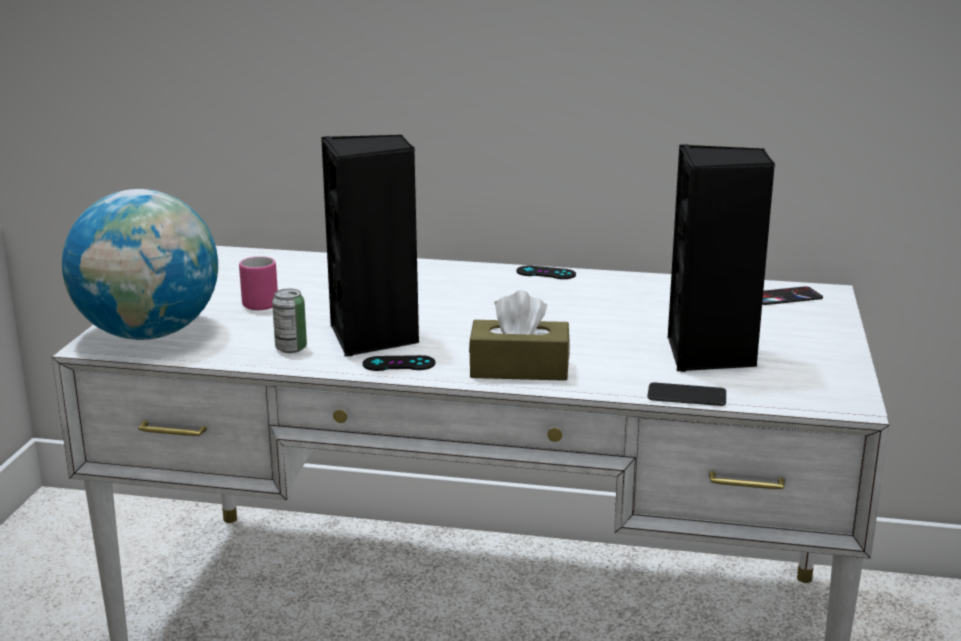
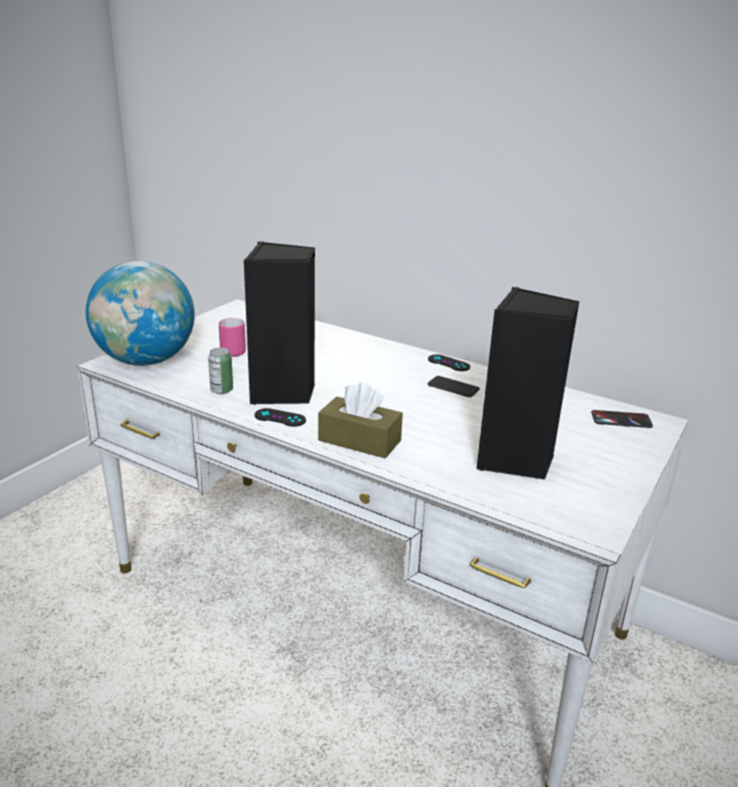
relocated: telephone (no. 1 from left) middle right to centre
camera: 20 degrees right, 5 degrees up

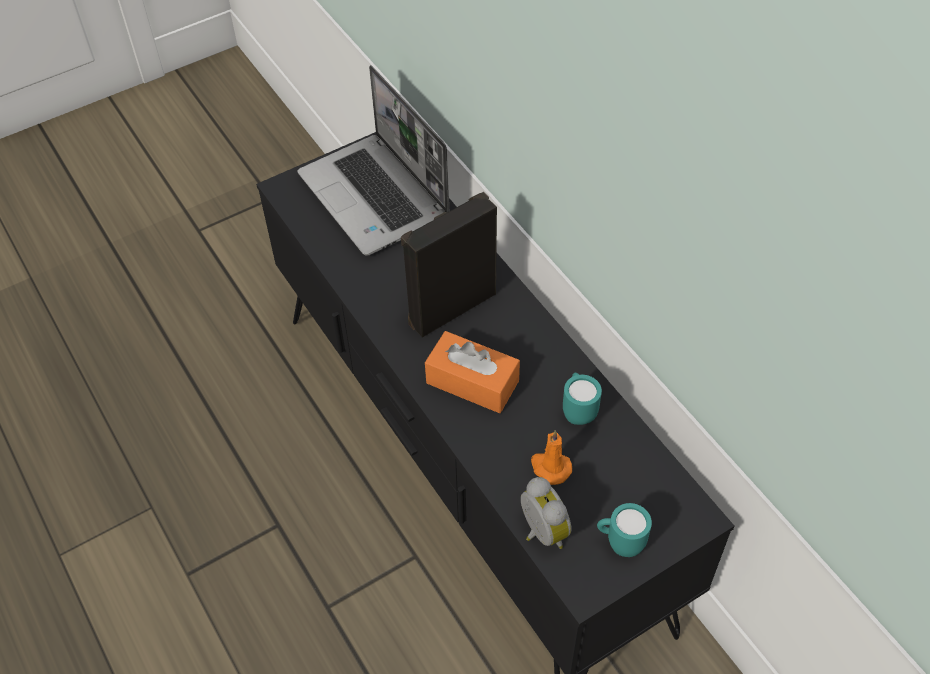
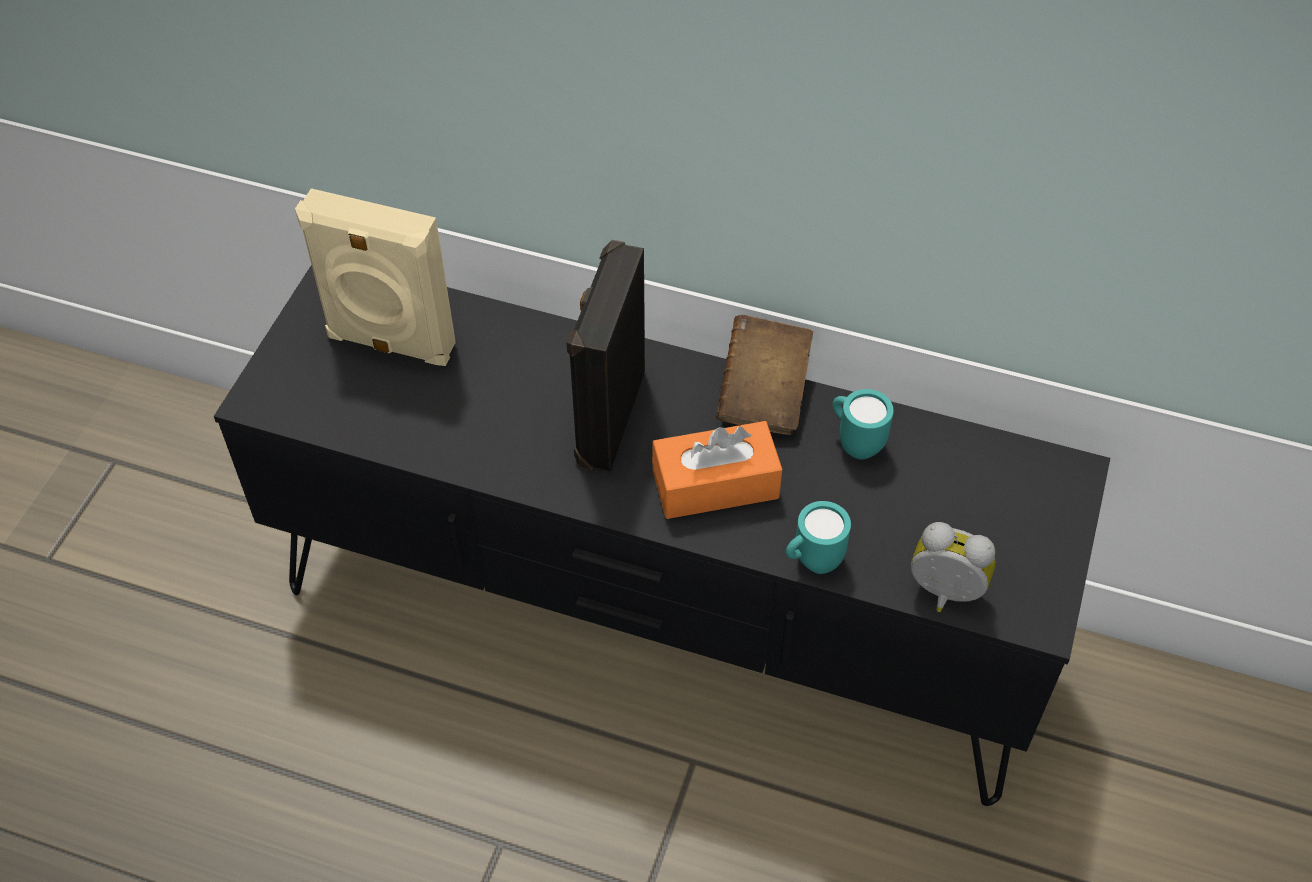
missing: orange wax candle bottom centre
appeared: brown book centre
relocated: turquoise-coloured tea mug (no. 2 from left in the first image) bottom right to turquoise-coloured tea mug (no. 1 from left) centre
exchanged: laptop top centre to beige-coloured audio speaker top left
camera: 40 degrees left, 0 degrees up

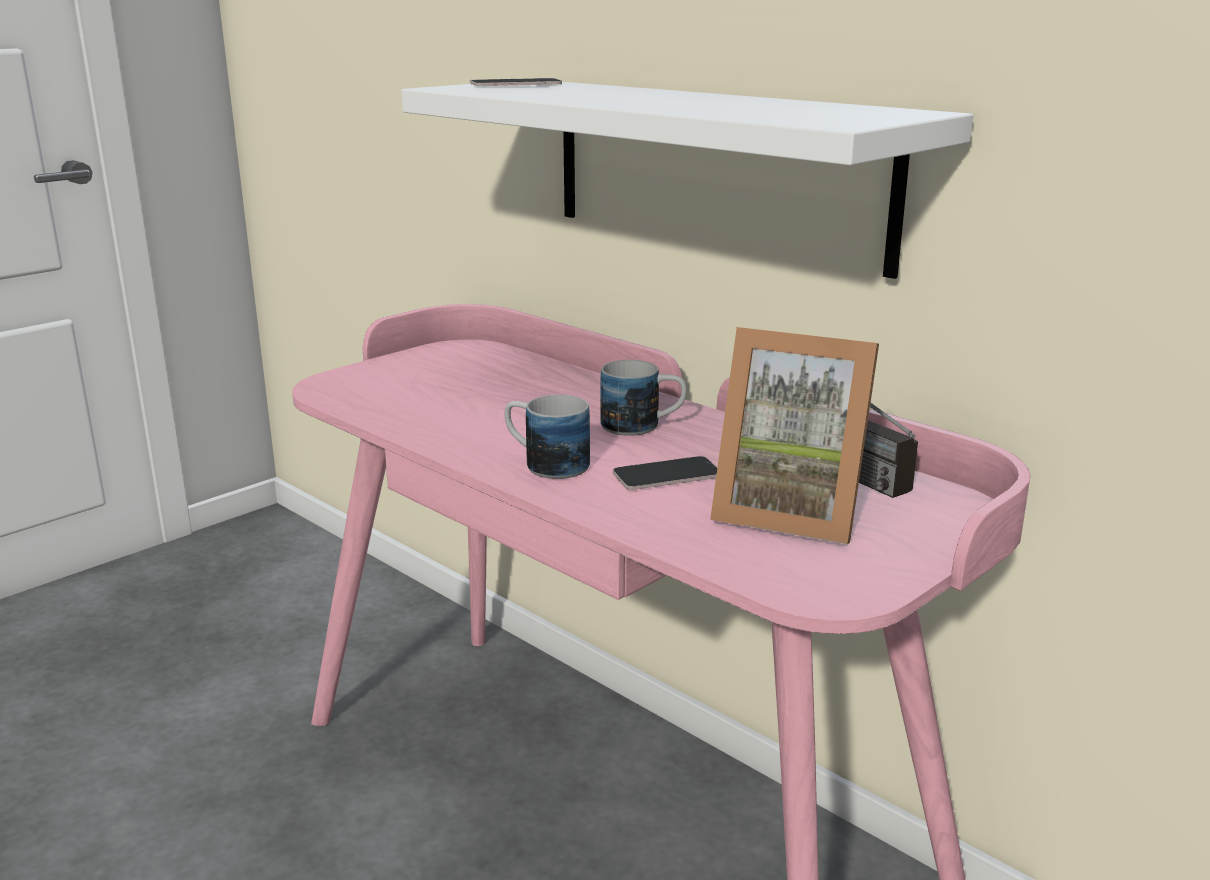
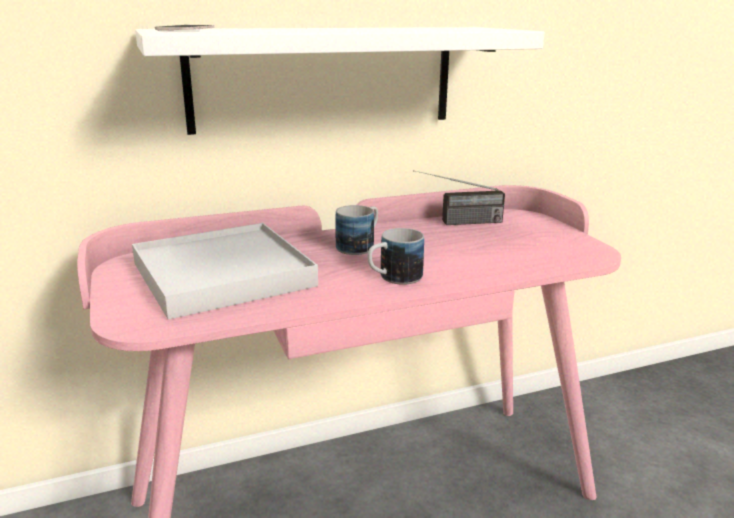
missing: telephone (no. 2 from left) centre; photo frame centre
appeared: white serving tray middle left
camera: 65 degrees left, 0 degrees up

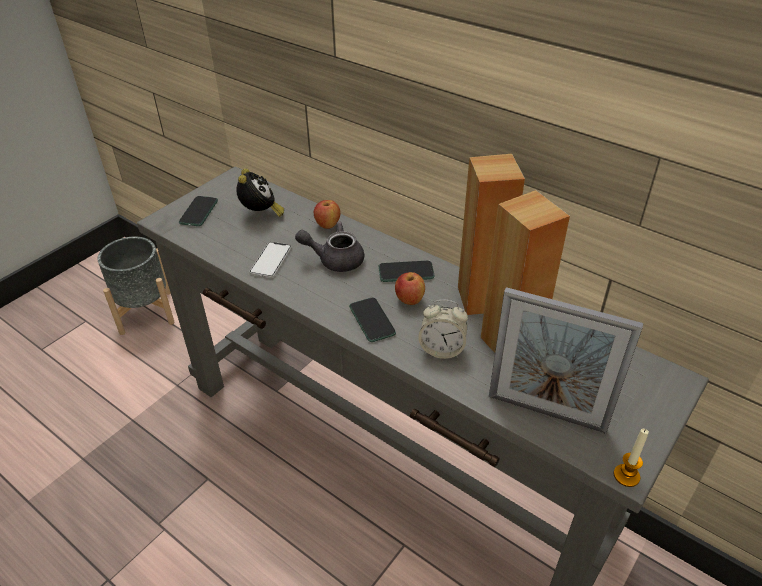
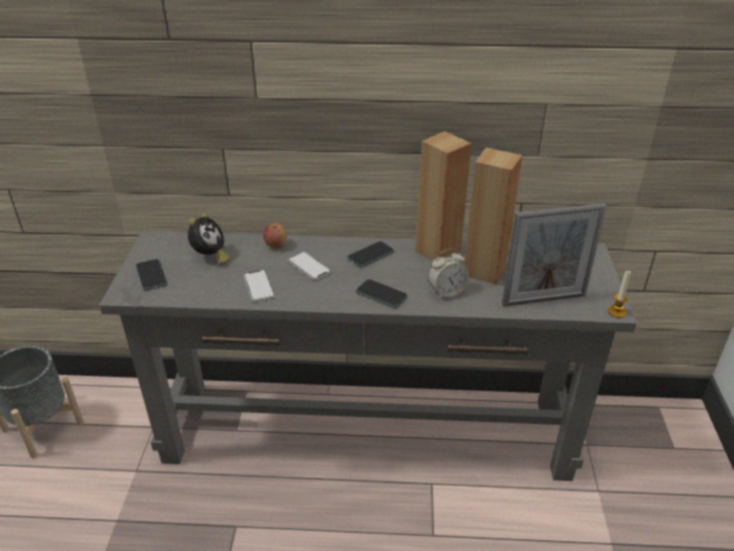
missing: whole apple (no. 2 from left) centre
exchanged: gray tea pot centre to telephone (no. 3 from left) centre
spun: bedside clock (no. 1 from left) top centre = middle left 60 degrees clockwise
camera: 35 degrees left, 5 degrees down

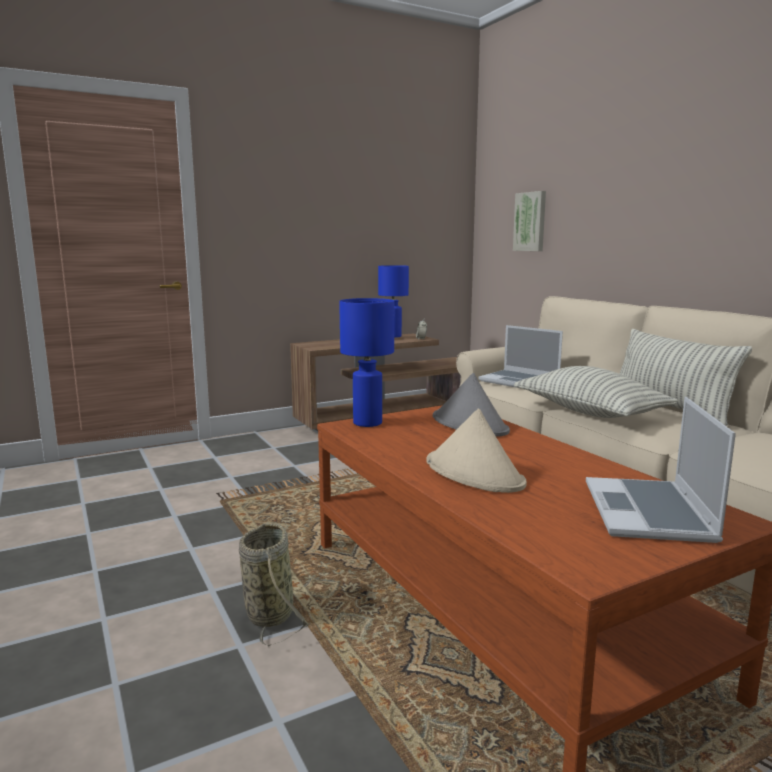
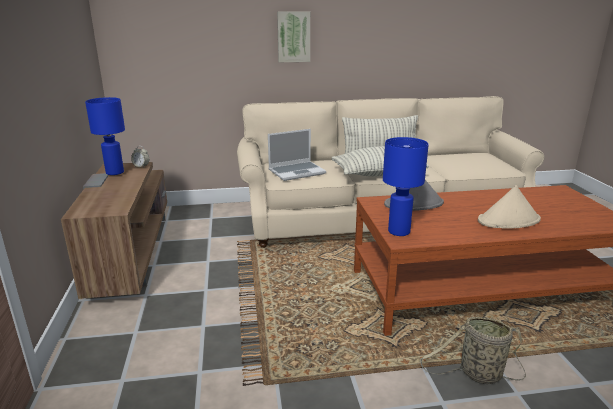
missing: laptop (no. 2 from left) middle right
relocated: wall picture top right to top centre
camera: 70 degrees left, 10 degrees up

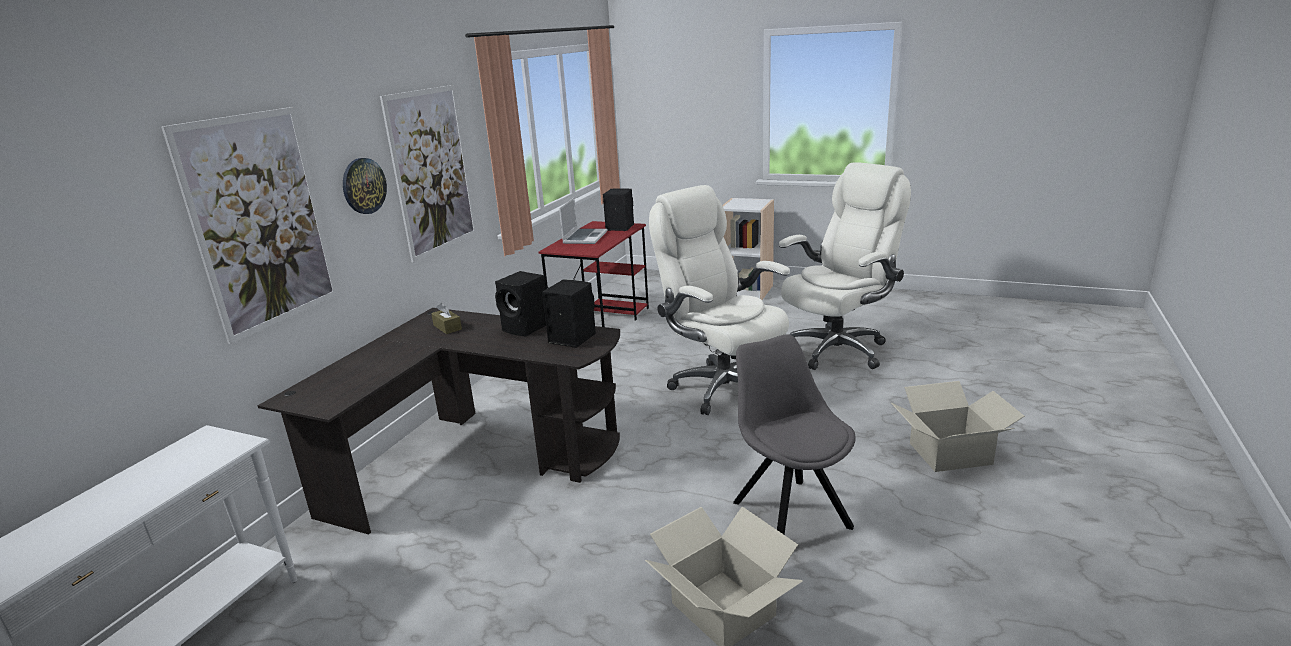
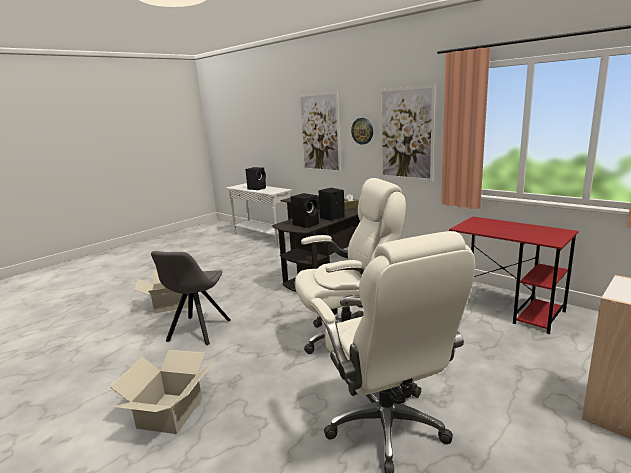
missing: laptop centre
relocated: black audio speaker (no. 3 from left in the first image) top centre to black audio speaker (no. 1 from left) centre
spun: gray upright chair bottom centre = middle left 105 degrees clockwise
camera: 110 degrees right, 5 degrees down

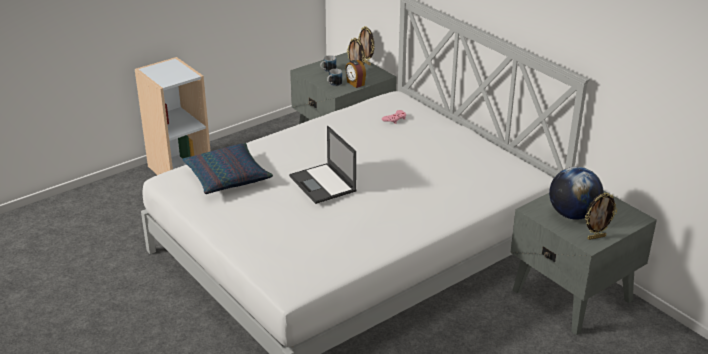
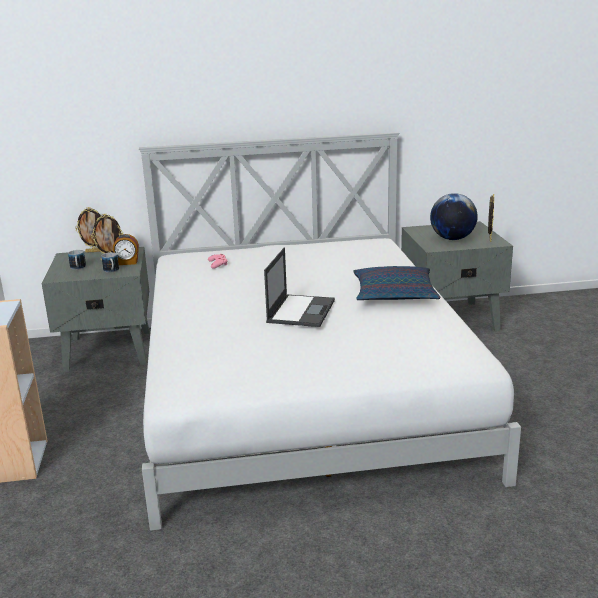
relocated: blue-coloured pillow middle left to centre
spun: laptop centre = centre 75 degrees counterclockwise
camera: 60 degrees left, 10 degrees down

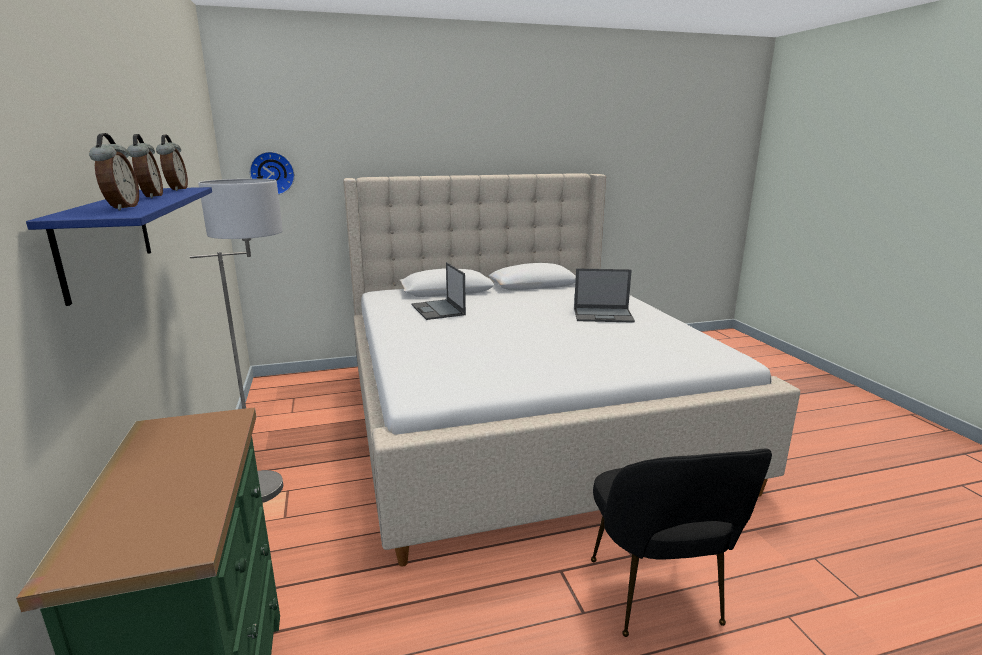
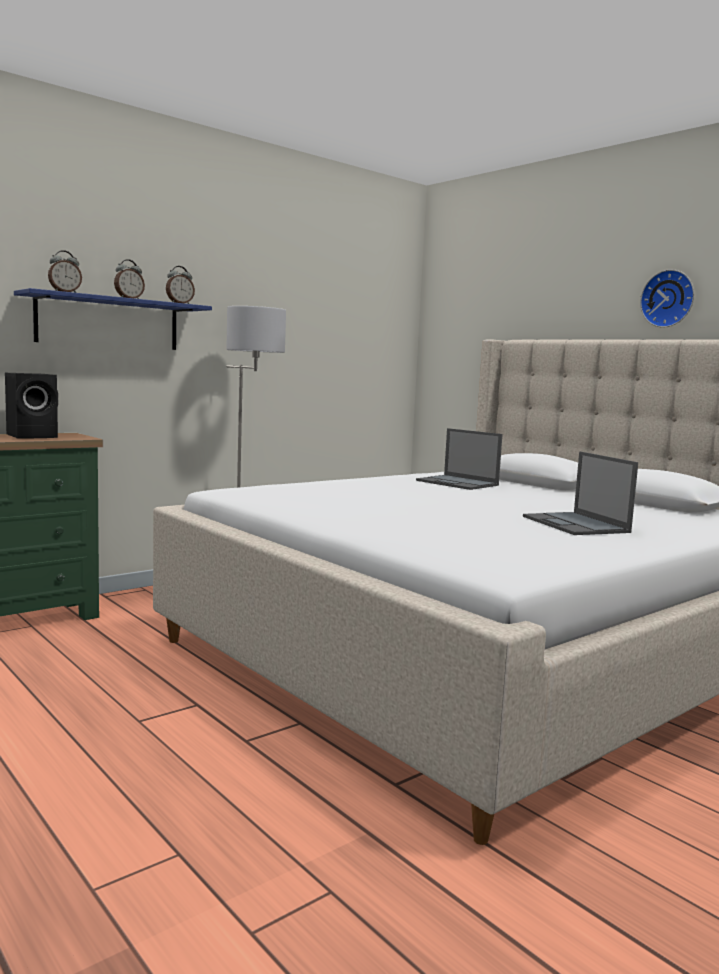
missing: black upright chair bottom right
appeared: black audio speaker middle left
relocated: hanging clock top left to top right
spun: laptop (no. 1 from left) centre = centre 90 degrees counterclockwise
camera: 65 degrees right, 10 degrees down

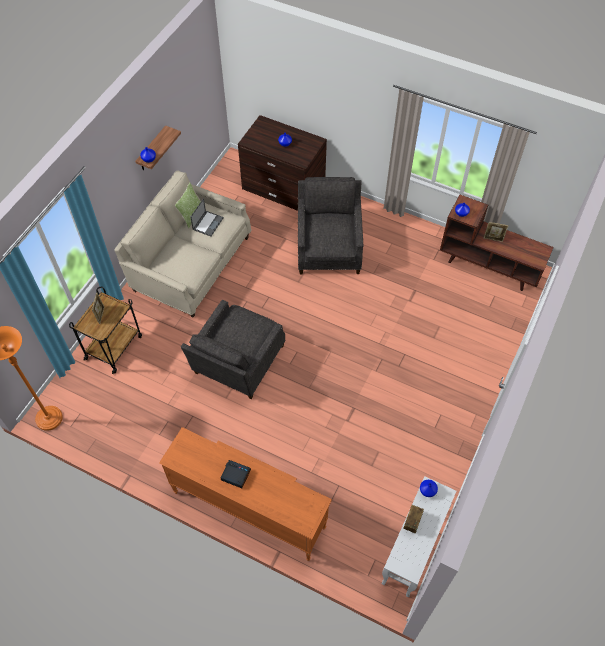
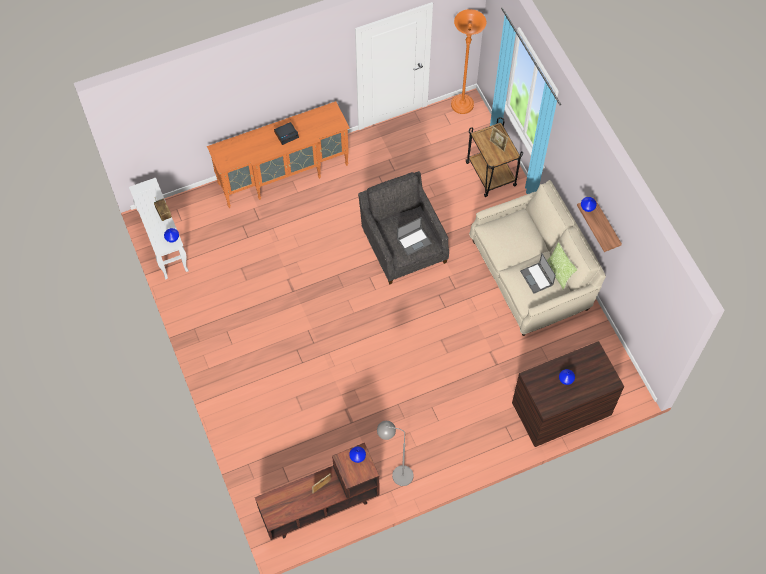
missing: gray armchair (no. 2 from left) centre
appeared: gray standard lamp bottom centre; laptop (no. 1 from left) centre
camera: 130 degrees right, 5 degrees up

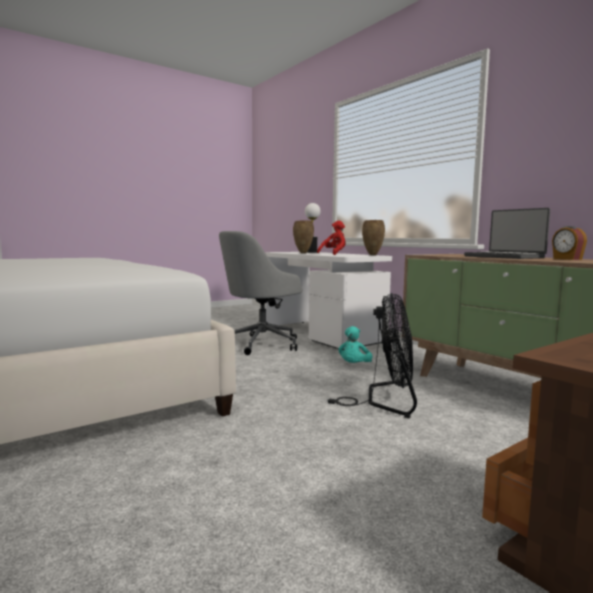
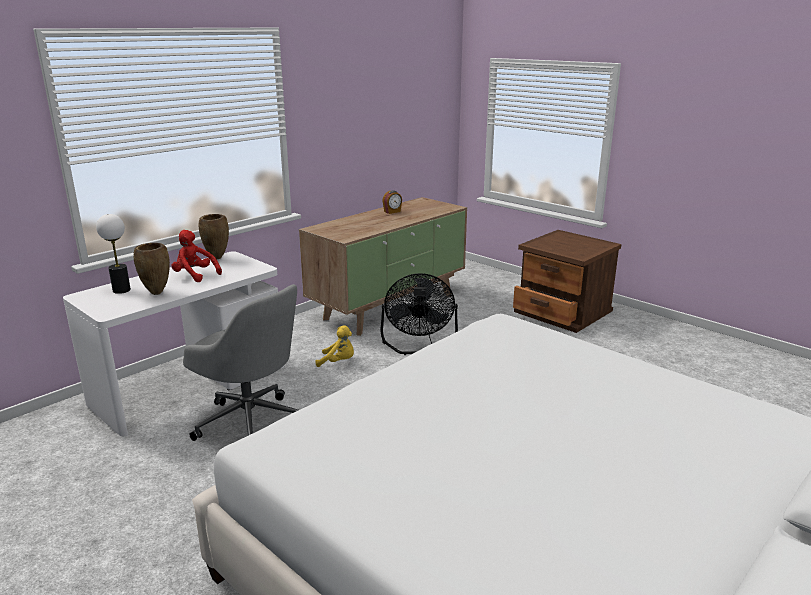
missing: laptop middle right
colour: turquoise-coloured plush toy centre to yellowish plush toy centre
camera: 100 degrees left, 15 degrees up

